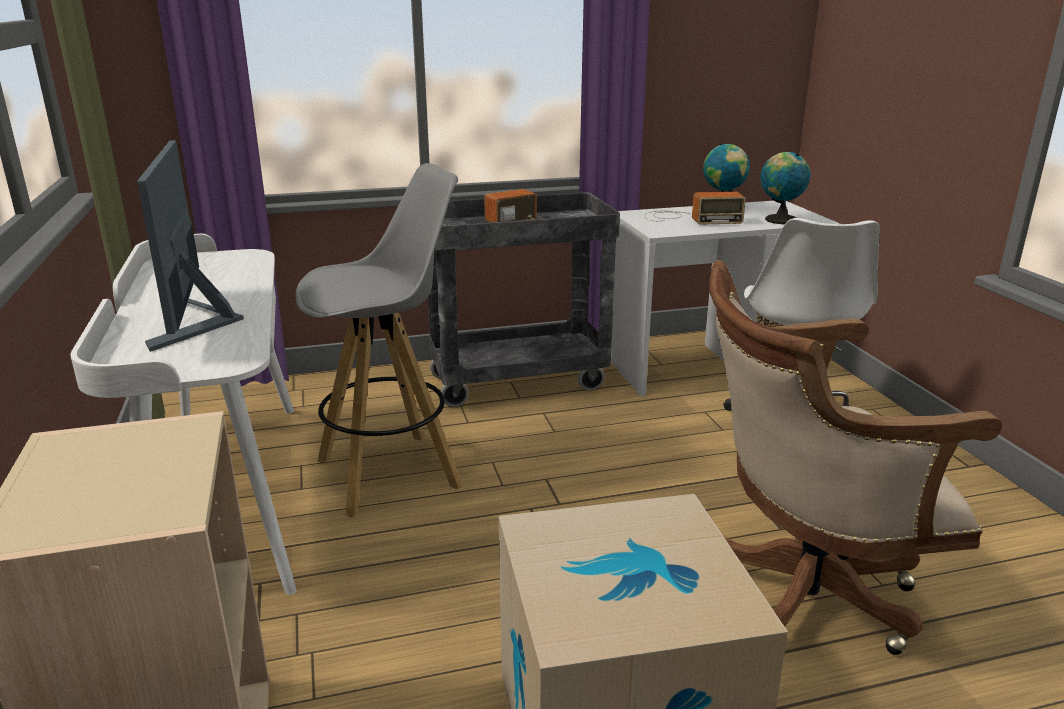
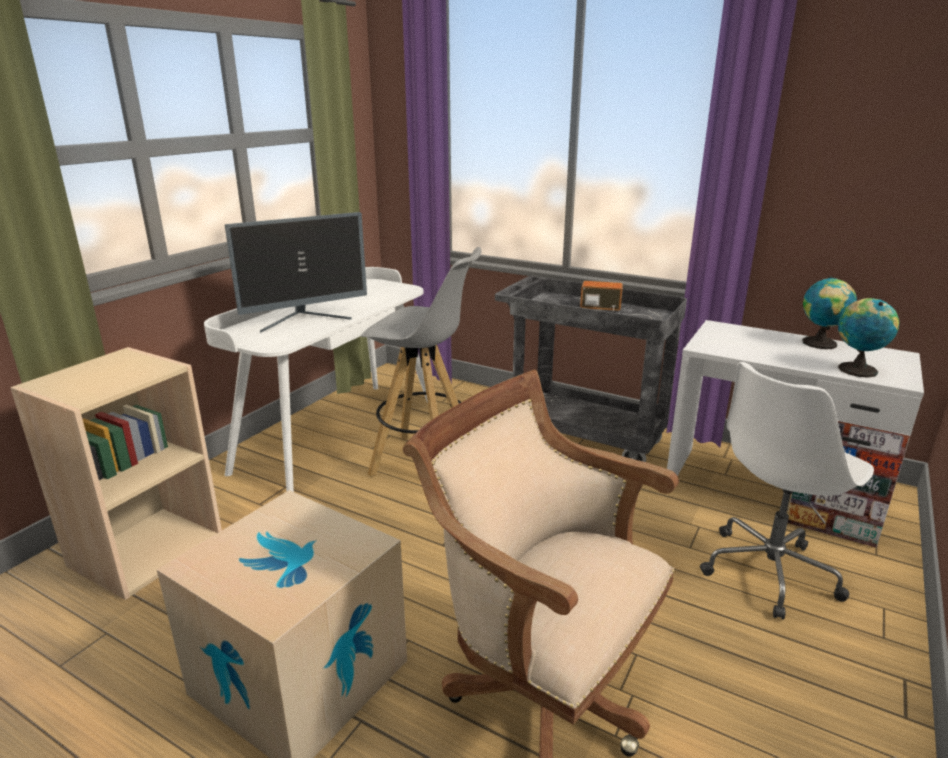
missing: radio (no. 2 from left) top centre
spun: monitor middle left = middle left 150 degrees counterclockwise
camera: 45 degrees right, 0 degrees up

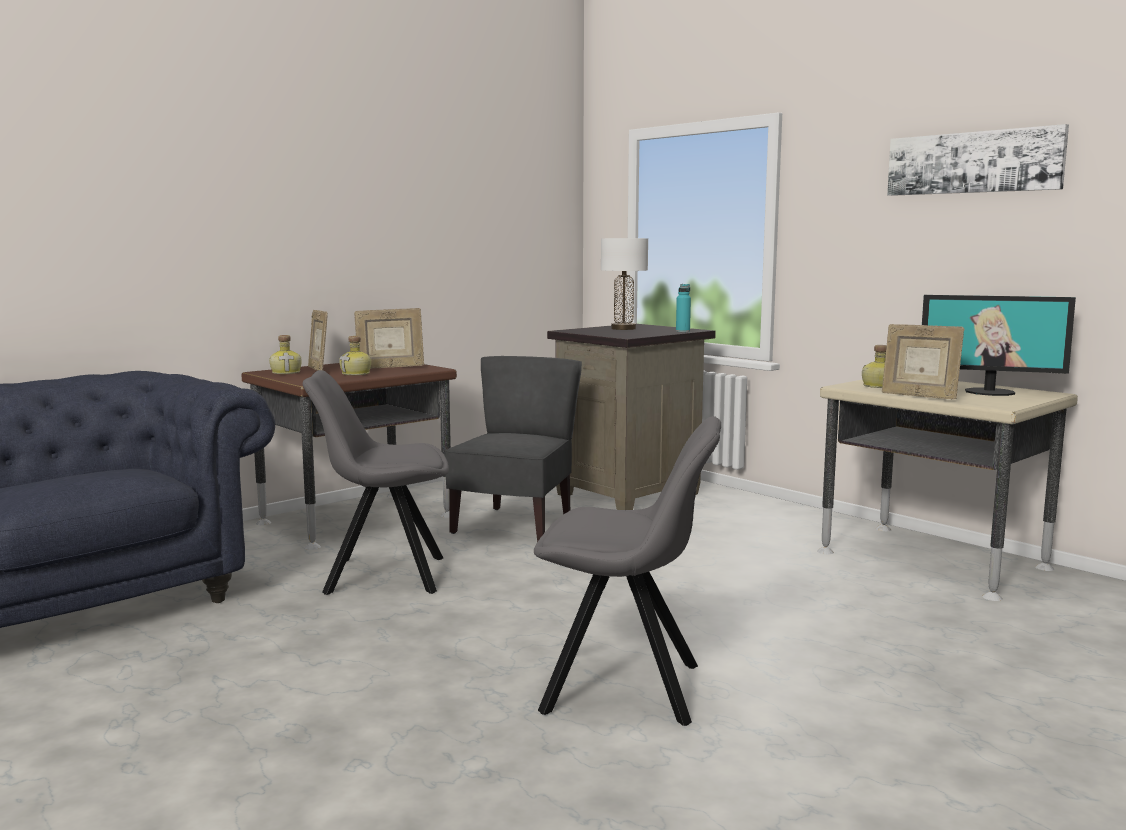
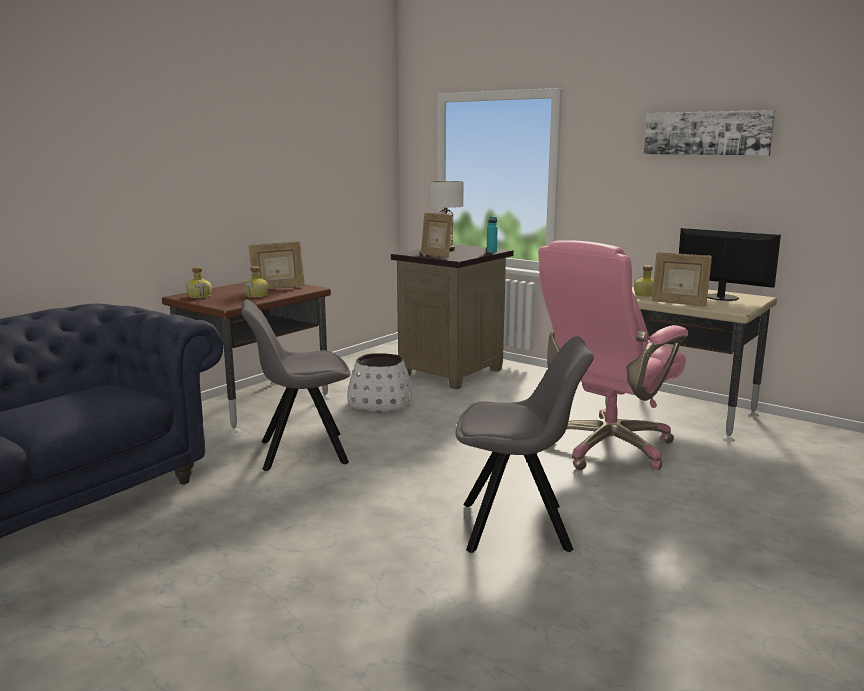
appeared: pink computer chair middle right
relocated: photo frame (no. 1 from left in the first image) middle left to photo frame (no. 2 from left) centre
exchanged: gray upright chair (no. 2 from left) centre to white flower pot centre
spun: monitor middle right = middle right 150 degrees counterclockwise
camera: 10 degrees left, 5 degrees up

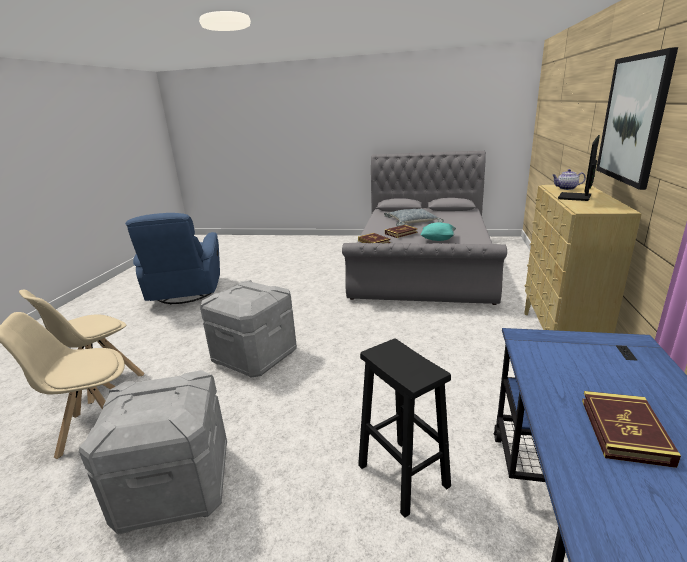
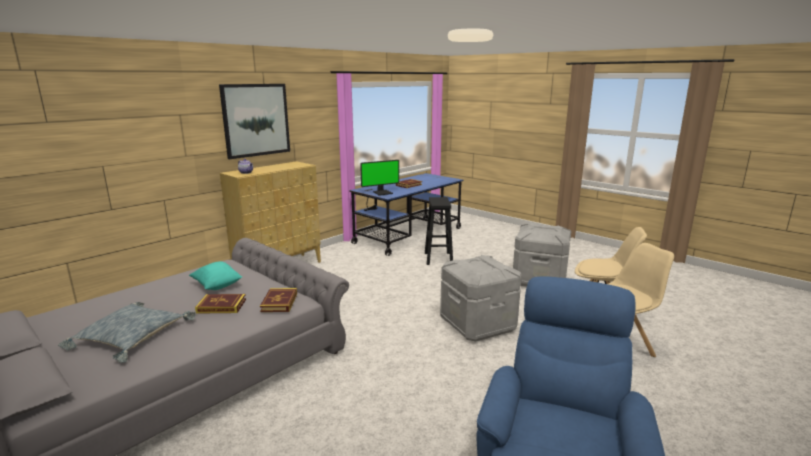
relocated: monitor top right to centre
camera: 150 degrees left, 5 degrees down

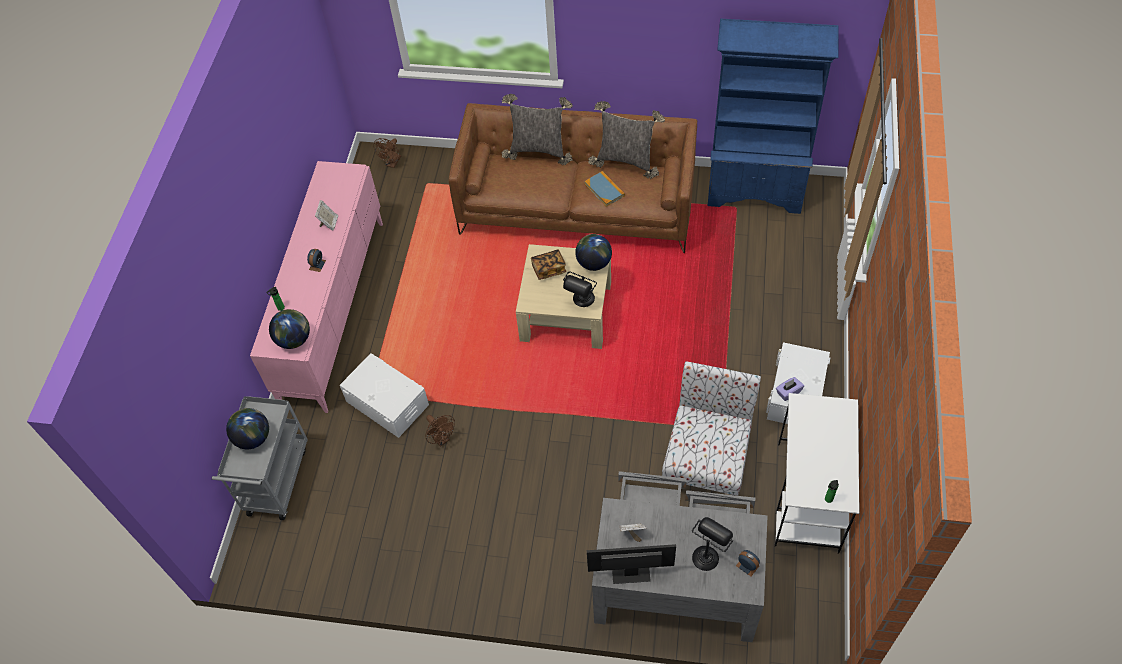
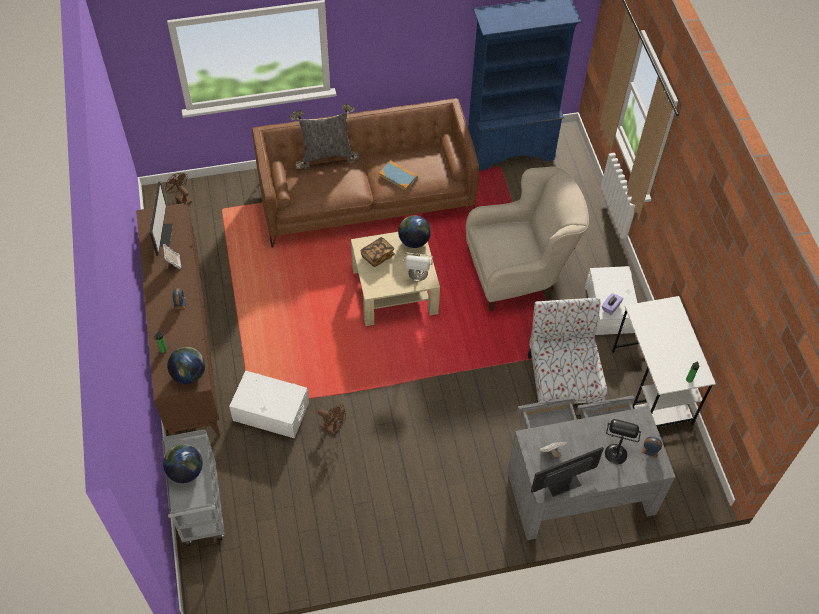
missing: pillow (no. 2 from left) top centre
appeared: monitor (no. 1 from left) middle left; beige-coloured armchair centre
colour: pink storage cabinet middle left to brown storage cabinet middle left; black lamp for a table (no. 1 from left) centre to white lamp for a table centre
spun: brown electric fan (no. 1 from left) top centre = top left 135 degrees clockwise
camera: 25 degrees left, 0 degrees up

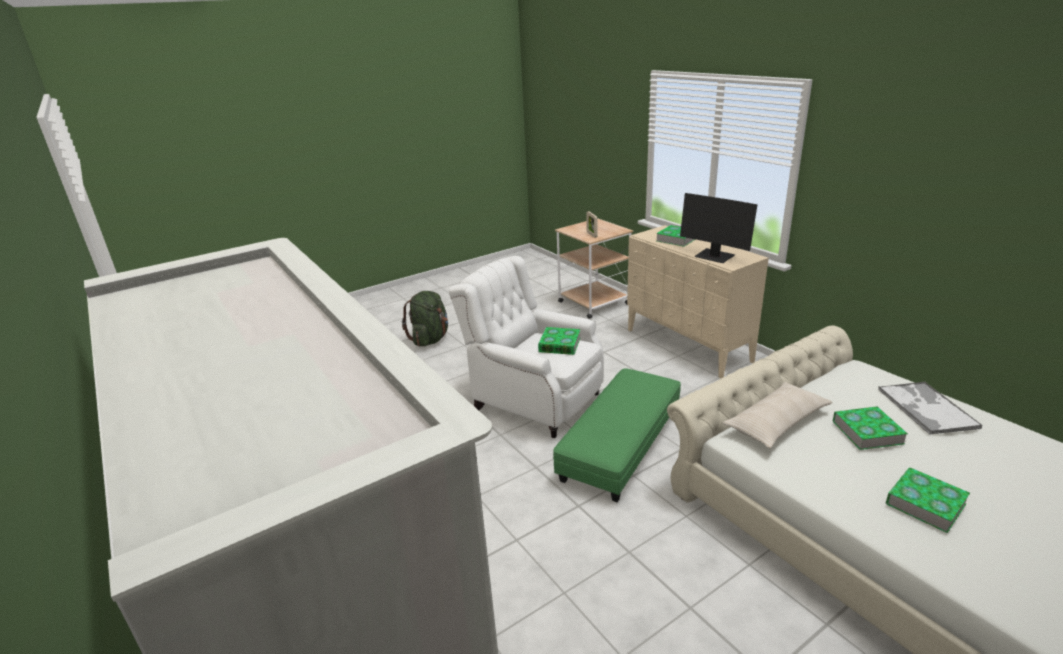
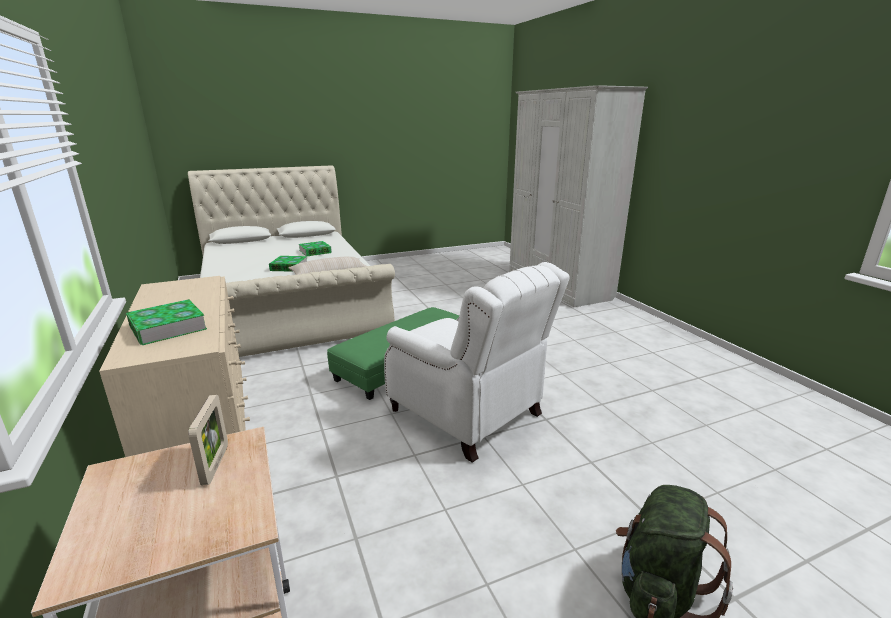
missing: book (no. 1 from left) centre; monitor middle right; serving tray middle right
camera: 170 degrees left, 5 degrees down

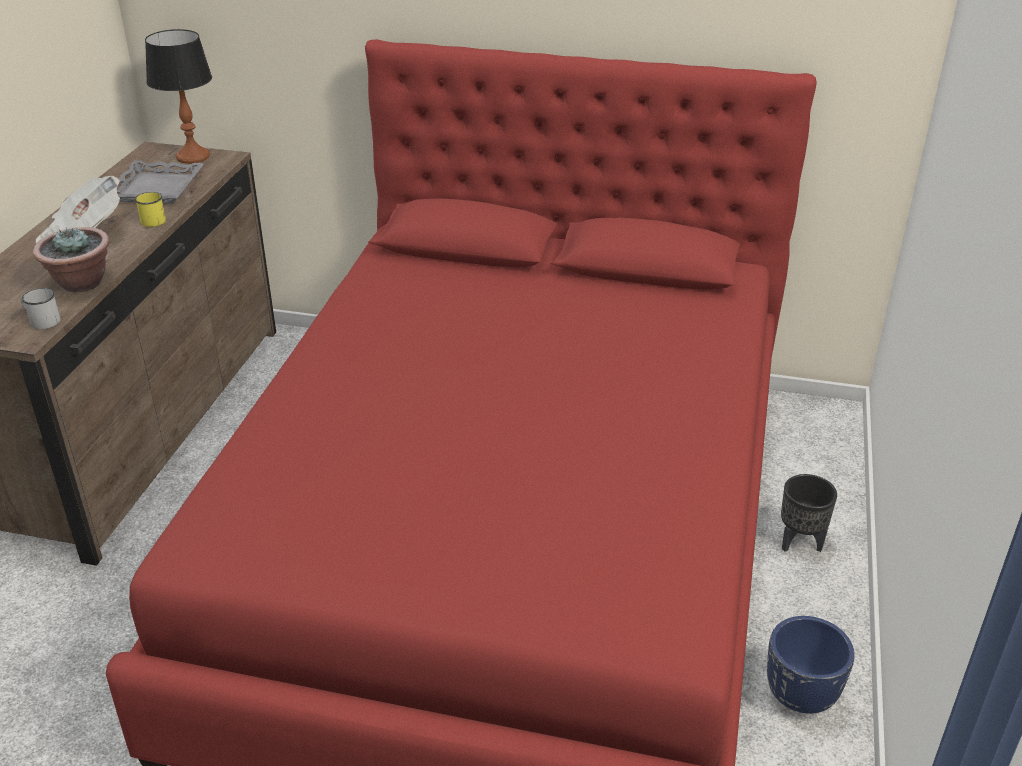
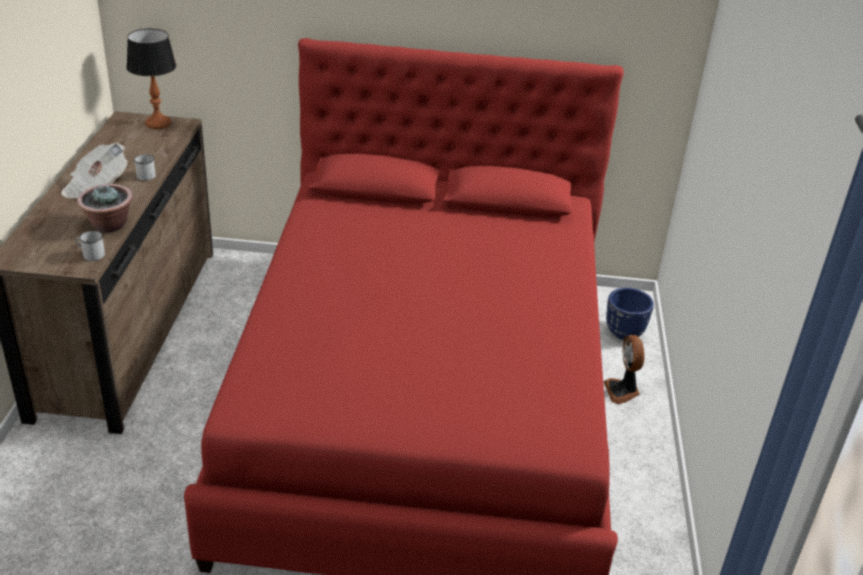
missing: gray serving tray top left
relocated: blue-coloured flower pot bottom right to middle right
exchanged: black flower pot bottom right to electric fan middle right
colour: yellowish tea mug top left to white tea mug (no. 2 from left) top left
camera: 10 degrees left, 0 degrees up

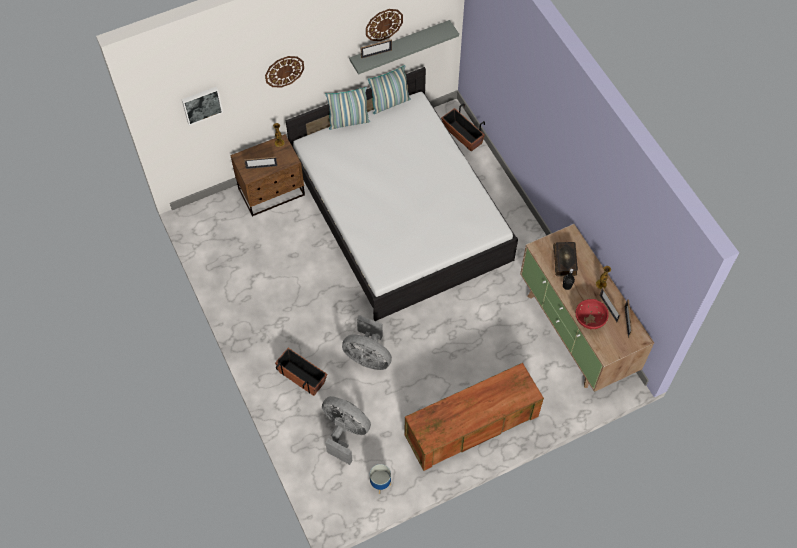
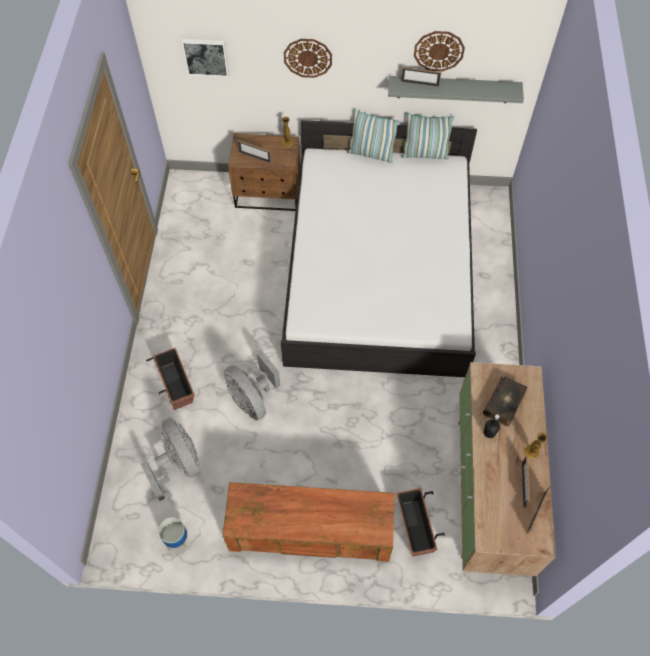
missing: red deep dish middle right
relocated: flower pot (no. 3 from left) top centre to bottom centre
camera: 30 degrees right, 0 degrees up

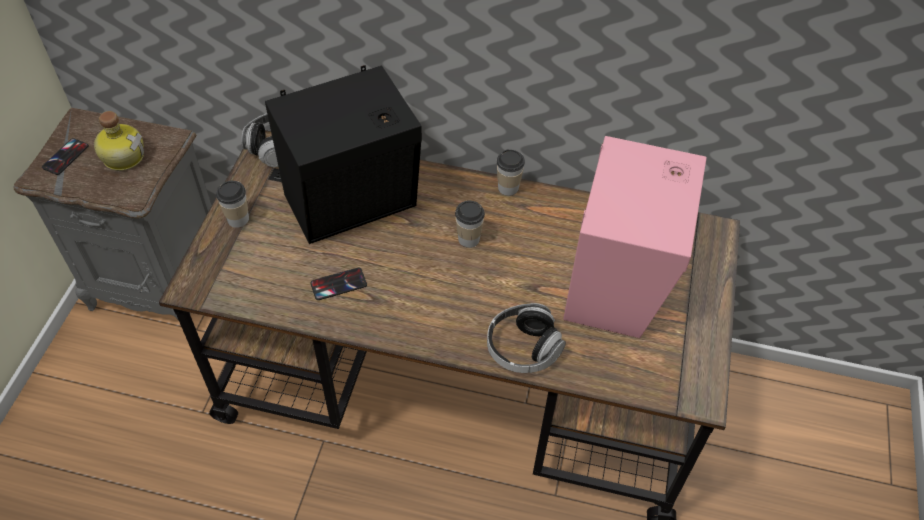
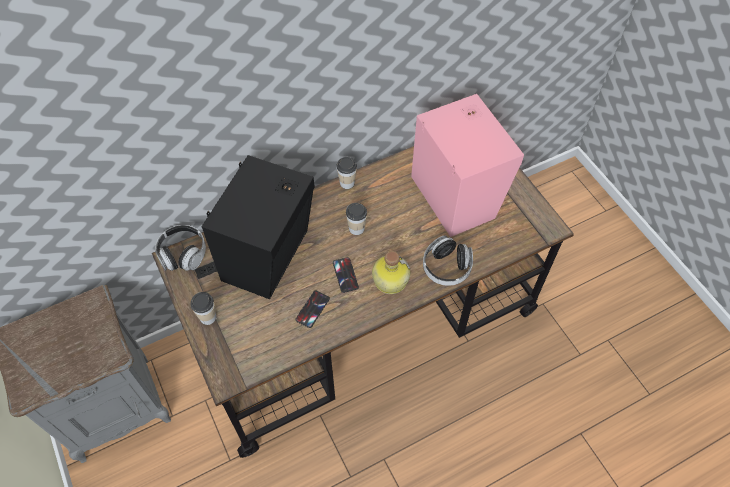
relocated: telephone (no. 1 from left in the first image) top left to telephone (no. 2 from left) centre; bottle top left to centre
camera: 40 degrees left, 5 degrees up

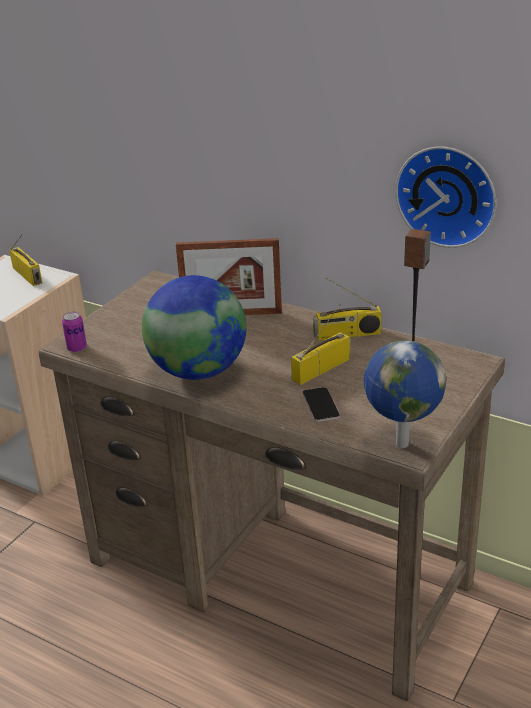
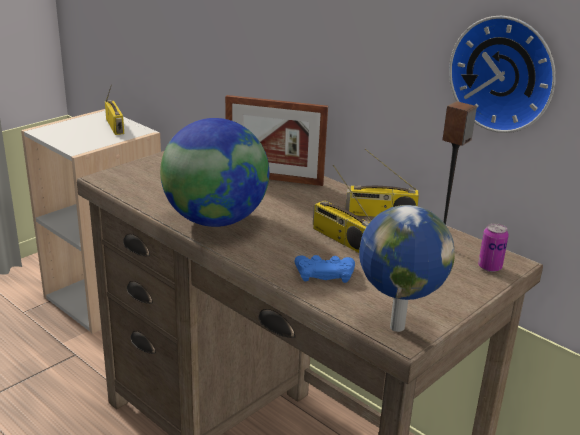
relocated: sealed can middle left to middle right
exchanged: telephone centre to blue-coloured joypad centre
spun: radio (no. 2 from left) centre = centre 105 degrees counterclockwise
camera: 10 degrees right, 5 degrees down

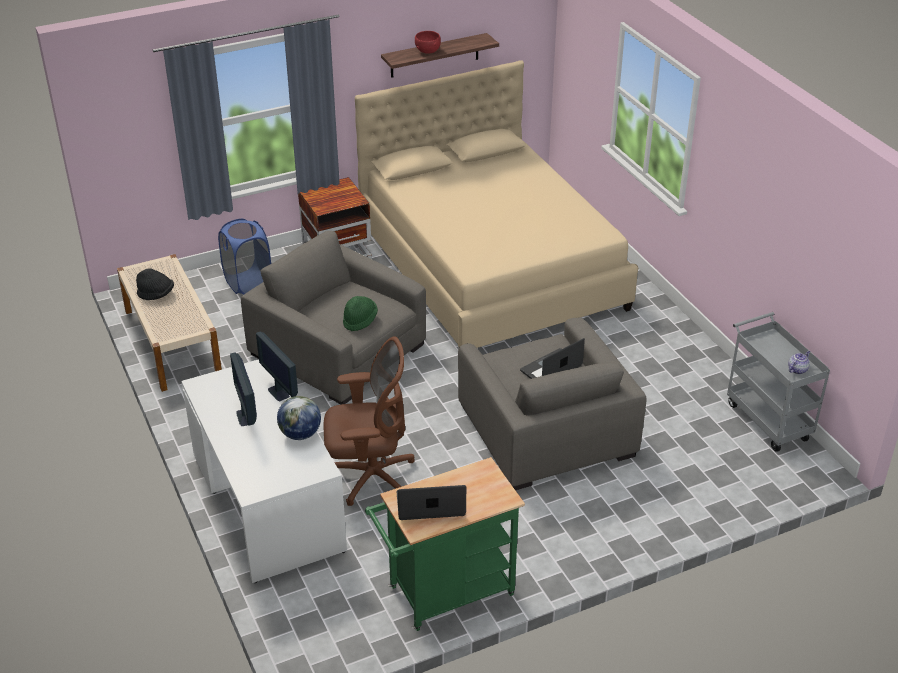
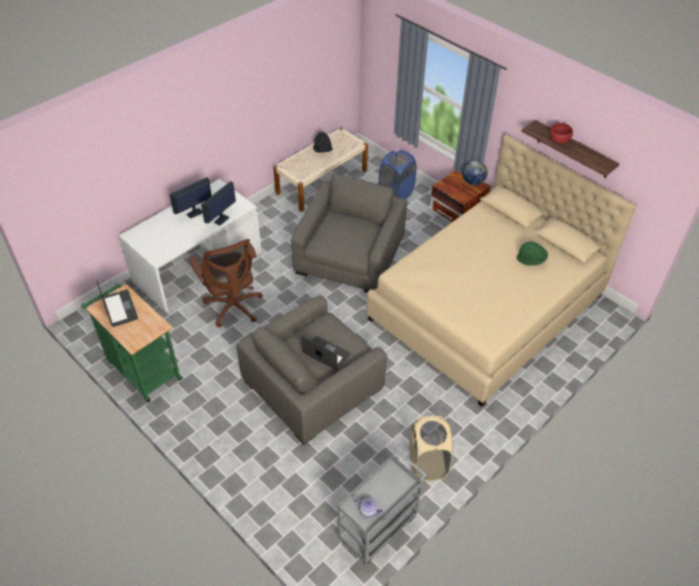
appeared: beige-coloured hamper bottom centre
relocated: world globe middle left to top right; greenish wearable hat centre to middle right
camera: 70 degrees right, 10 degrees up

